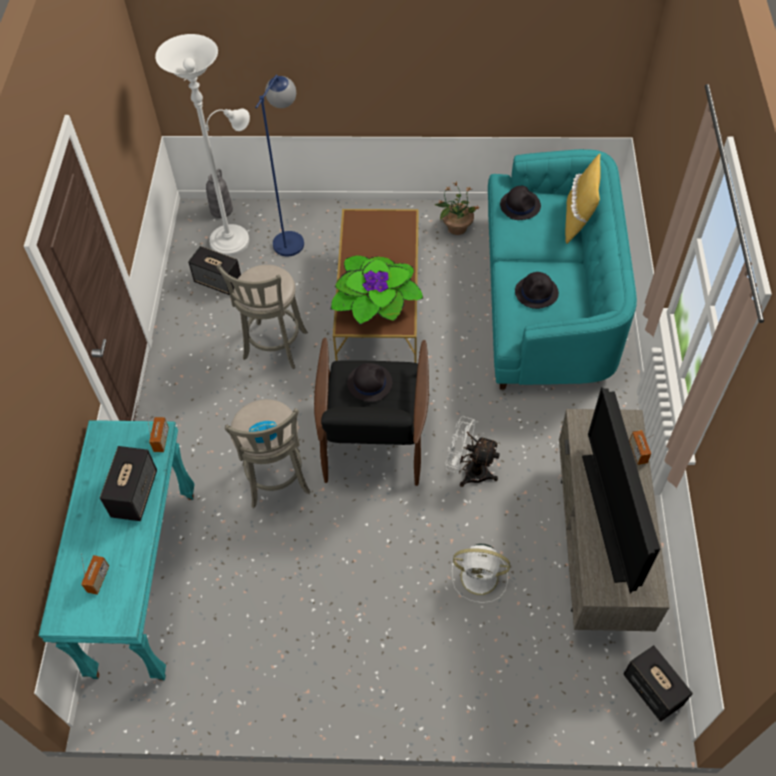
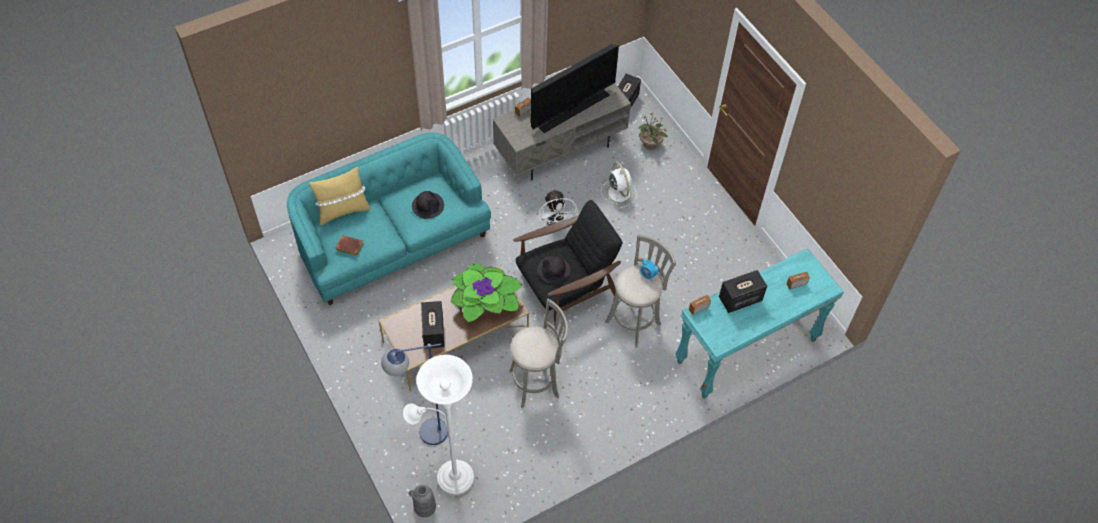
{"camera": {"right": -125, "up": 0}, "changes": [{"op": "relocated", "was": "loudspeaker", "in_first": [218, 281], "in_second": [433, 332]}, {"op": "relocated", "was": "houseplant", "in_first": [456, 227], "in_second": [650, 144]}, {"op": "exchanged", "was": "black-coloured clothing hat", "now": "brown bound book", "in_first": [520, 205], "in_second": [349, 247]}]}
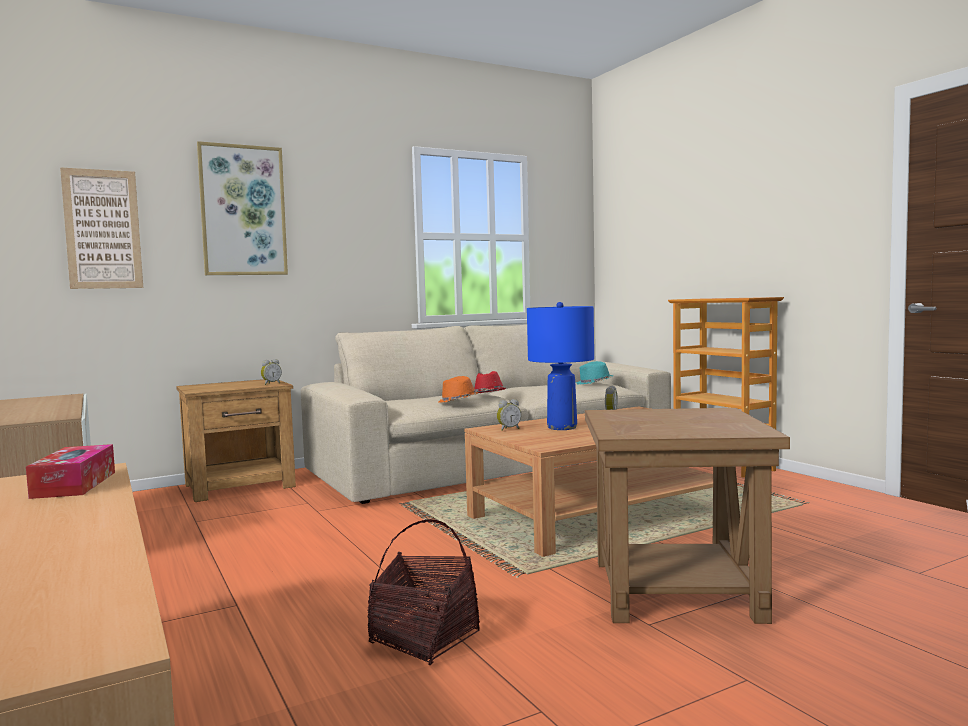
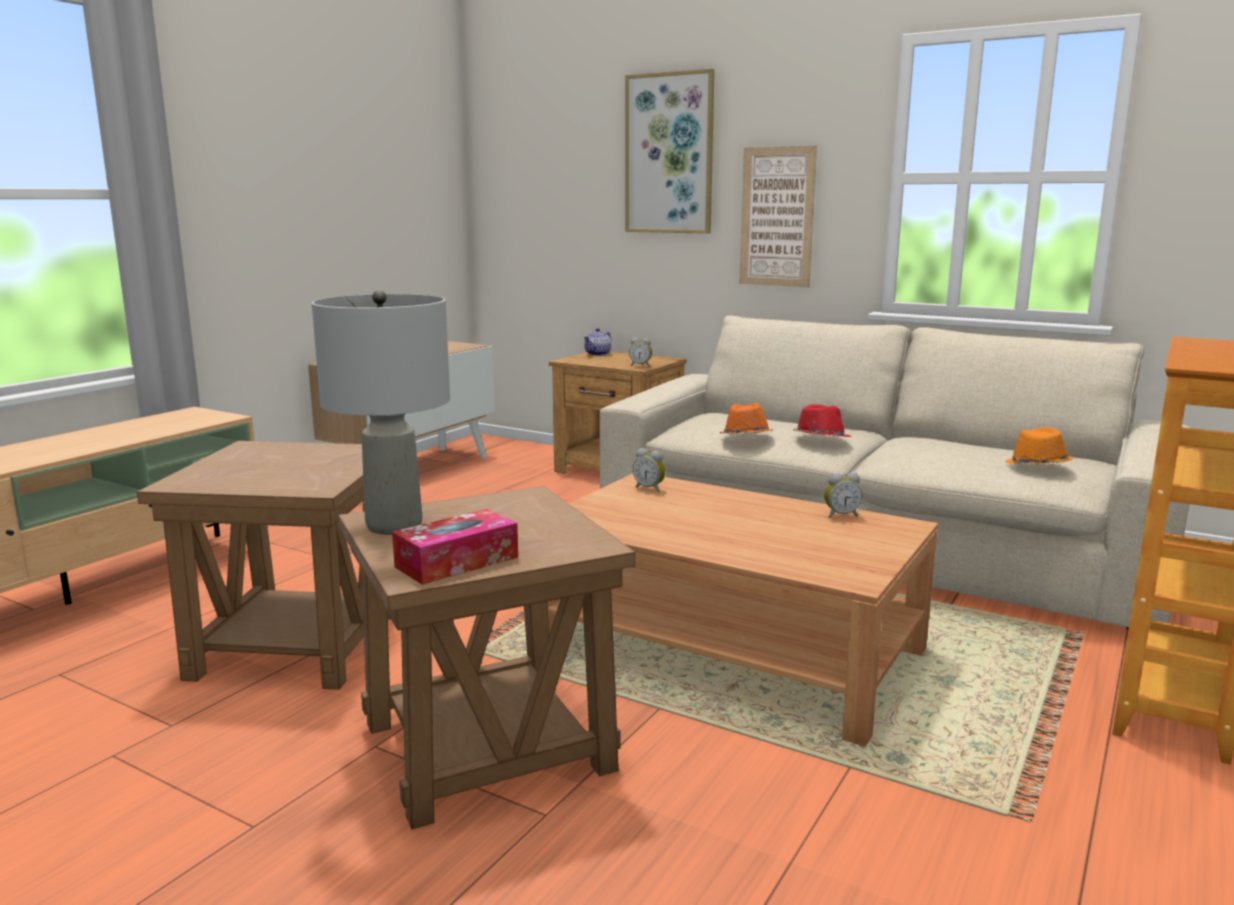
{"camera": {"right": 60, "up": 10}, "changes": [{"op": "relocated", "was": "tissue holder", "in_first": [74, 484], "in_second": [457, 562]}, {"op": "relocated", "was": "picture", "in_first": [103, 229], "in_second": [777, 217]}, {"op": "exchanged", "was": "basket", "now": "brown accent table", "in_first": [424, 638], "in_second": [297, 643]}, {"op": "missing", "was": "bluish table lamp", "in_first": [562, 427]}, {"op": "colour", "was": "turquoise-coloured clothing hat", "now": "orangey clothing hat", "in_first": [594, 383], "in_second": [1037, 467]}, {"op": "appeared", "now": "gray table lamp", "in_second": [394, 525]}, {"op": "appeared", "now": "pot for tea", "in_second": [598, 354]}]}
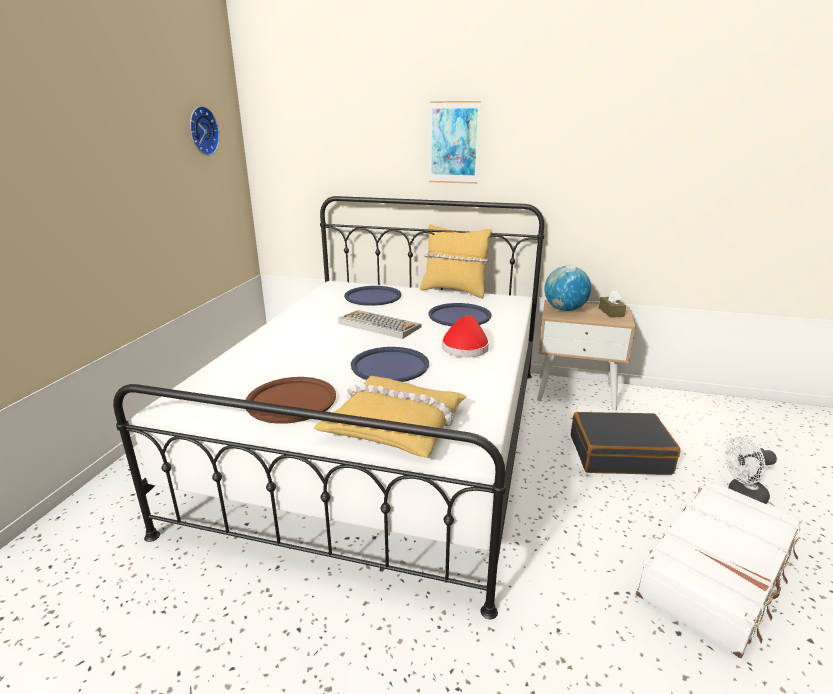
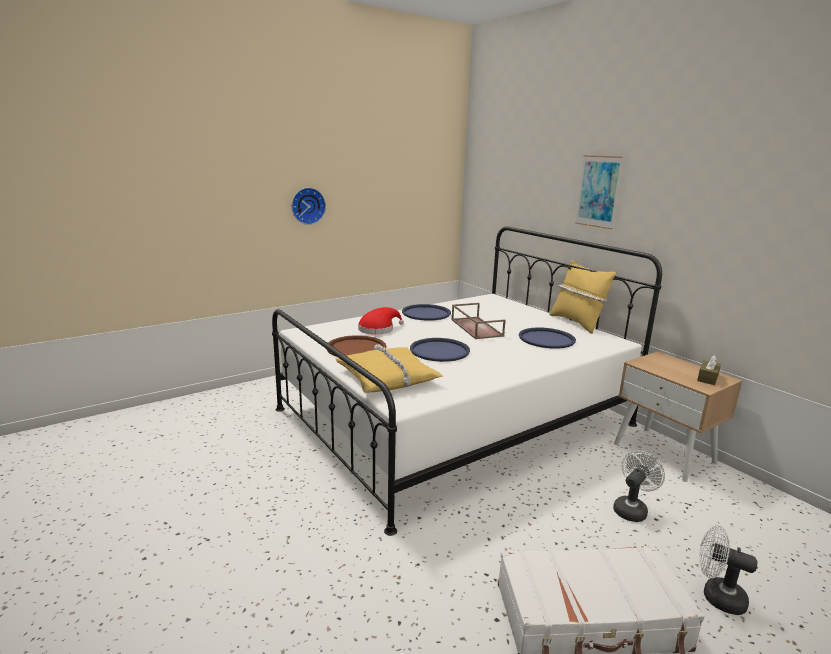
{"camera": {"right": 40, "up": -5}, "changes": [{"op": "relocated", "was": "clock on the wall", "in_first": [201, 131], "in_second": [307, 206]}, {"op": "exchanged", "was": "computer keyboard", "now": "brown tray", "in_first": [378, 325], "in_second": [475, 327]}, {"op": "relocated", "was": "bluish tray", "in_first": [373, 297], "in_second": [426, 313]}, {"op": "relocated", "was": "reddish clothing hat", "in_first": [465, 347], "in_second": [378, 329]}, {"op": "missing", "was": "globe", "in_first": [564, 309]}, {"op": "exchanged", "was": "black-coloured travel case", "now": "whitish cooling fan", "in_first": [619, 454], "in_second": [632, 509]}]}
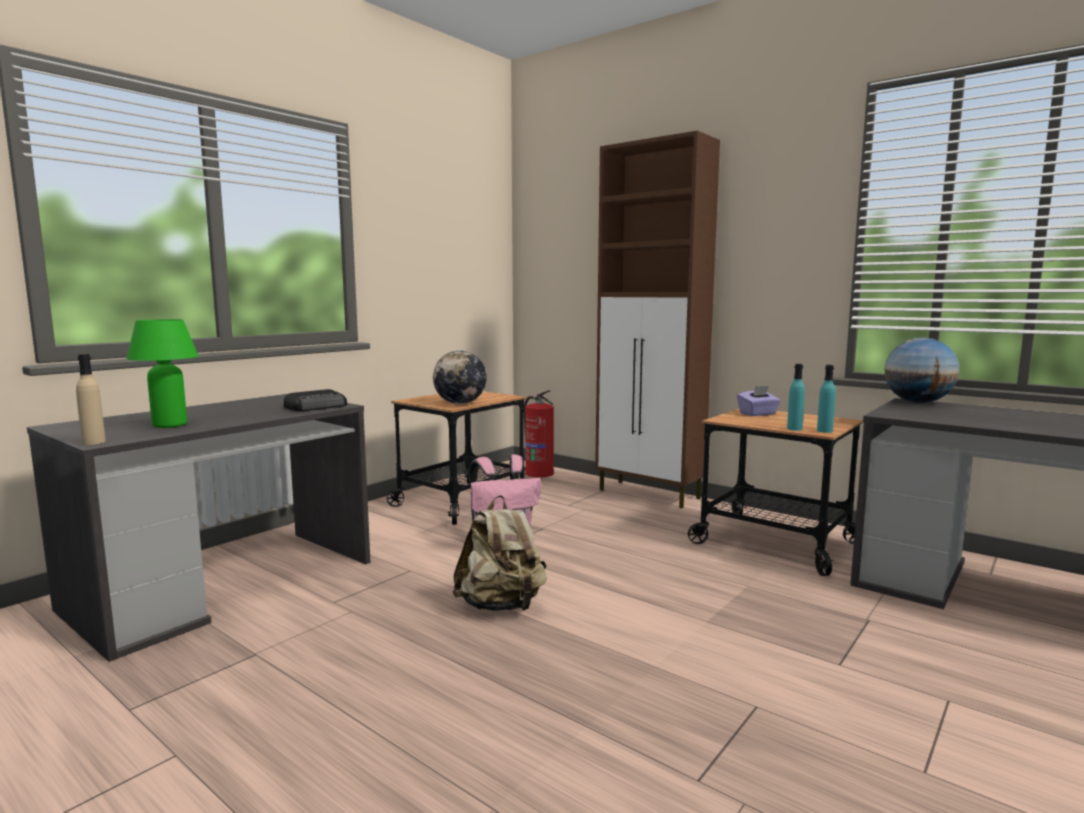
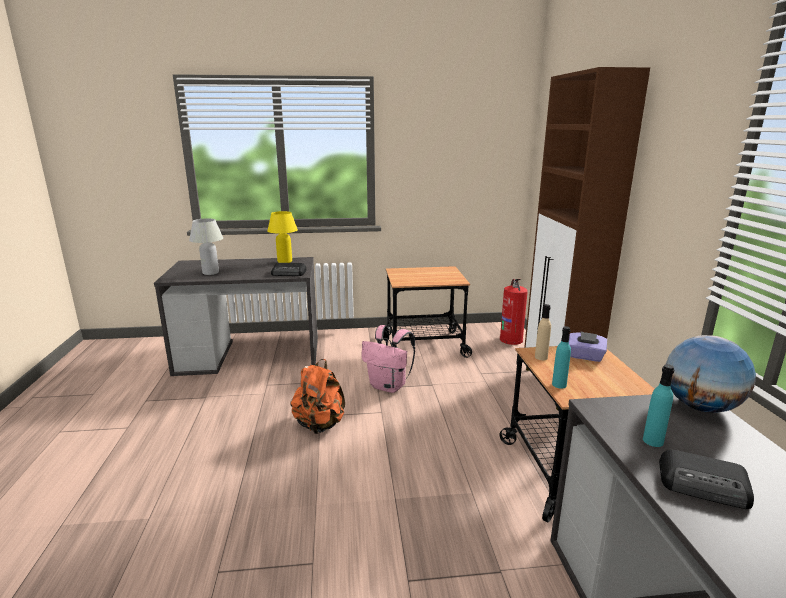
{"camera": {"right": 45, "up": 10}, "changes": [{"op": "relocated", "was": "beige-coloured drink bottle", "in_first": [93, 442], "in_second": [541, 357]}, {"op": "colour", "was": "green-coloured table lamp", "now": "whitish table lamp", "in_first": [169, 425], "in_second": [210, 273]}, {"op": "missing", "was": "globe", "in_first": [460, 403]}, {"op": "colour", "was": "beige-coloured knapsack", "now": "orangey knapsack", "in_first": [501, 606], "in_second": [320, 425]}, {"op": "relocated", "was": "turquoise-coloured drink bottle", "in_first": [824, 431], "in_second": [653, 441]}, {"op": "appeared", "now": "yellow-coloured table lamp", "in_second": [285, 262]}, {"op": "appeared", "now": "radio", "in_second": [705, 485]}]}
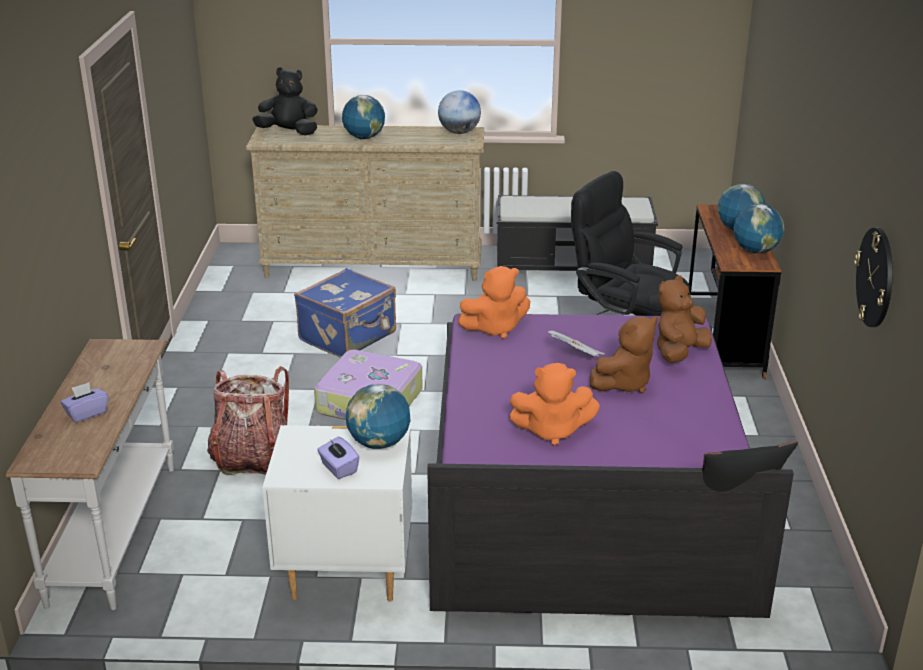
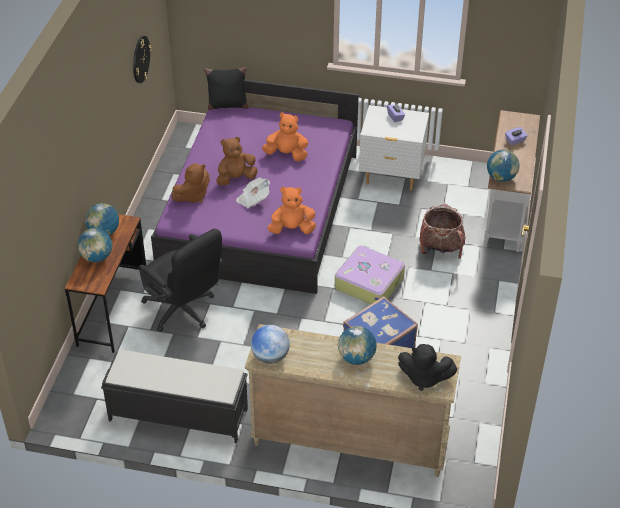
{"camera": {"right": -170, "up": 15}, "changes": [{"op": "relocated", "was": "globe", "in_first": [379, 443], "in_second": [501, 178]}]}
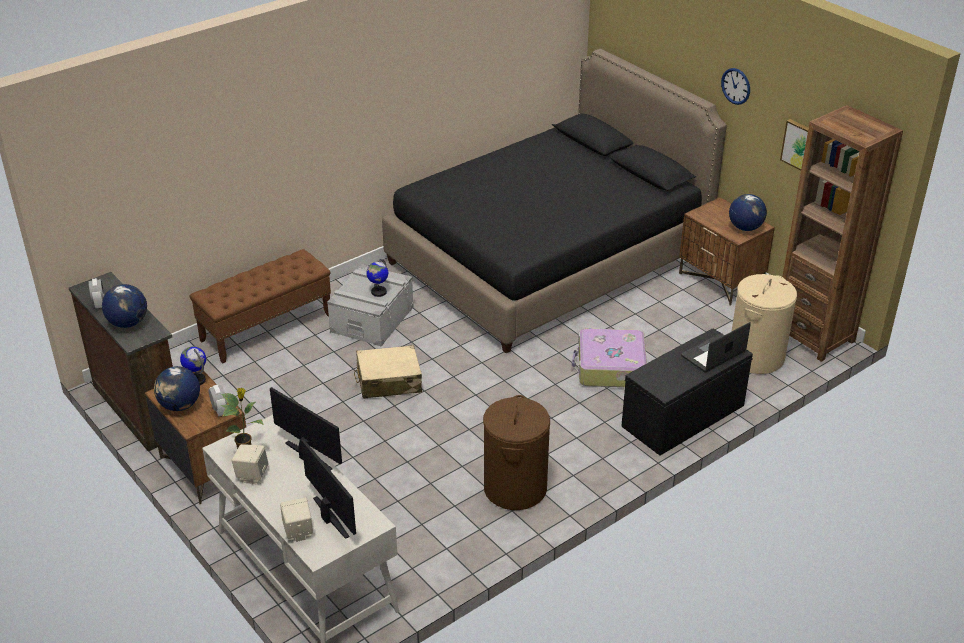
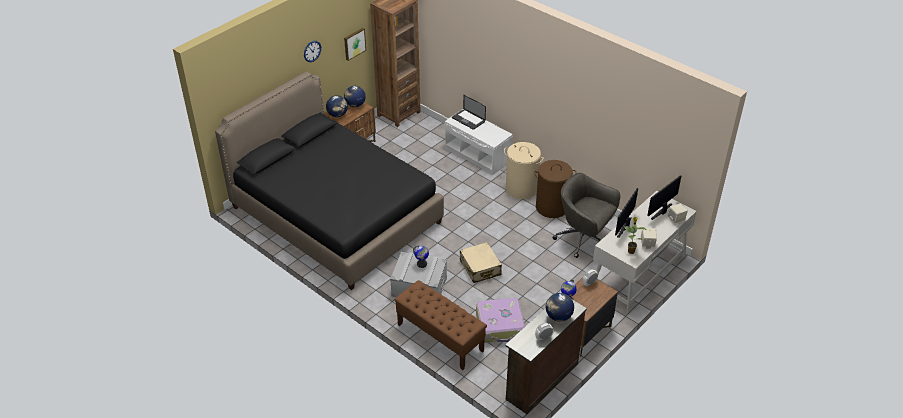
{"camera": {"right": -100, "up": 5}, "changes": [{"op": "relocated", "was": "globe", "in_first": [180, 405], "in_second": [337, 115]}, {"op": "relocated", "was": "travel case", "in_first": [610, 368], "in_second": [500, 326]}, {"op": "colour", "was": "black-coloured long seat", "now": "whitish long seat", "in_first": [683, 417], "in_second": [478, 155]}, {"op": "relocated", "was": "beige-coloured hamper", "in_first": [756, 357], "in_second": [521, 189]}, {"op": "appeared", "now": "gray office chair", "in_second": [583, 239]}]}
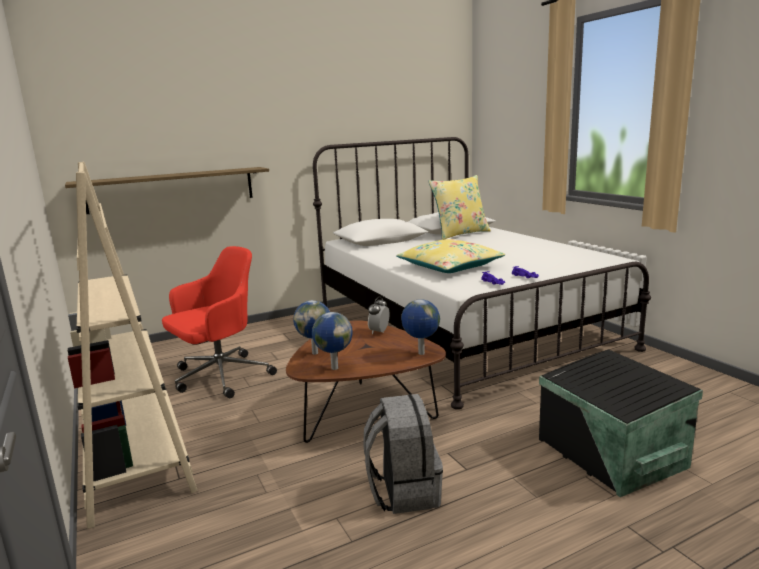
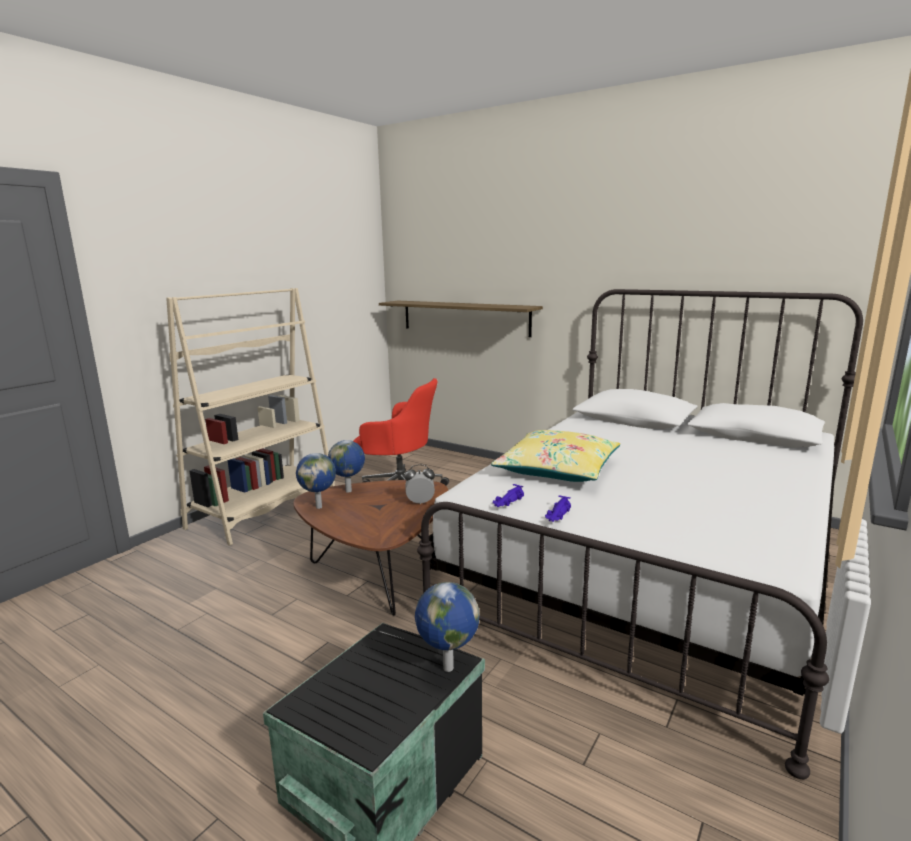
{"camera": {"right": 60, "up": 0}, "changes": [{"op": "missing", "was": "gray knapsack", "in_first": [403, 491]}, {"op": "relocated", "was": "globe", "in_first": [421, 353], "in_second": [447, 668]}, {"op": "missing", "was": "yellow-coloured throw pillow", "in_first": [460, 234]}]}
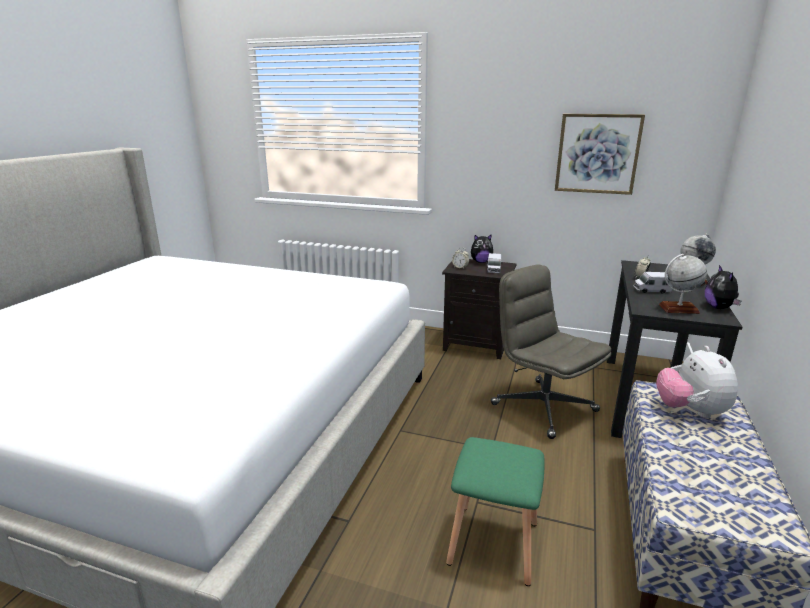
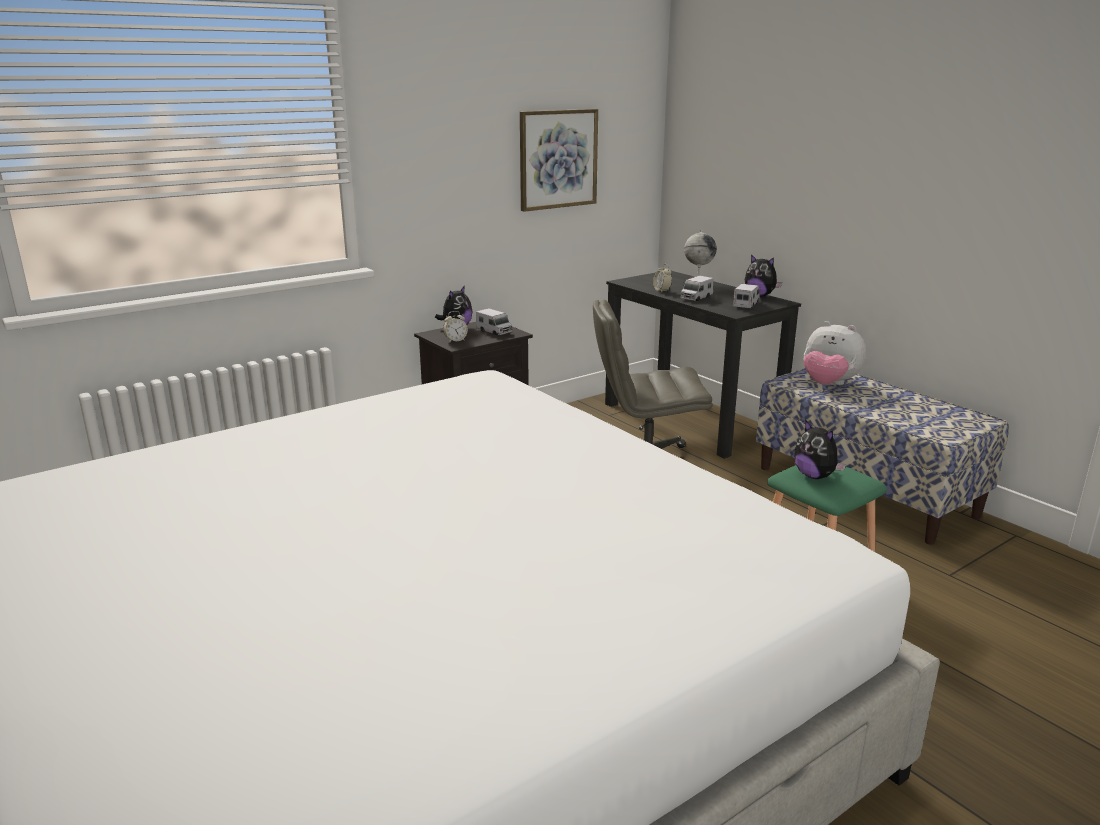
{"camera": {"right": -55, "up": 0}, "changes": [{"op": "exchanged", "was": "globe", "now": "toy truck", "in_first": [678, 309], "in_second": [746, 305]}, {"op": "appeared", "now": "cuddly toy", "in_second": [815, 476]}]}
